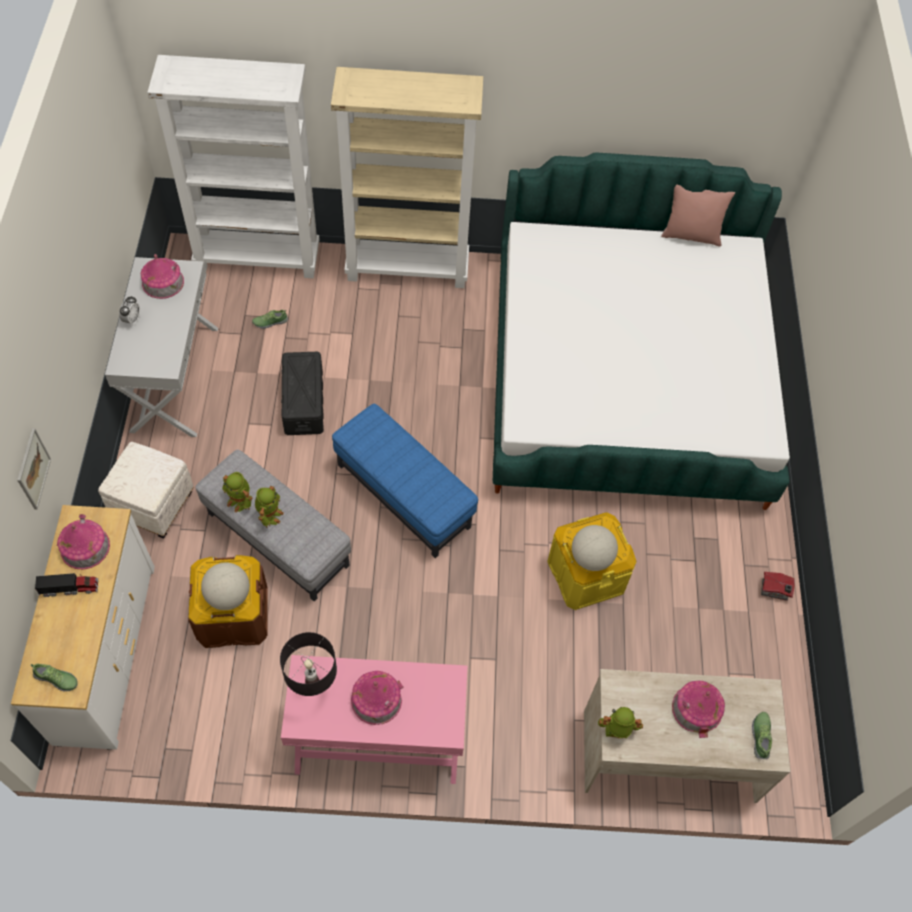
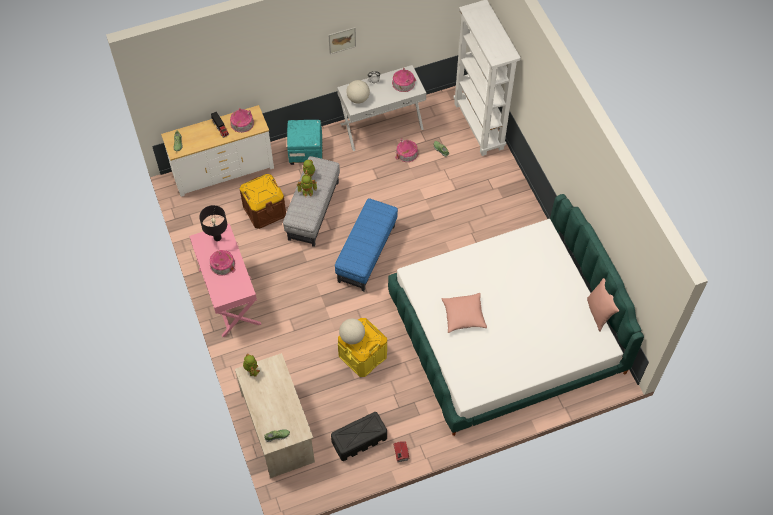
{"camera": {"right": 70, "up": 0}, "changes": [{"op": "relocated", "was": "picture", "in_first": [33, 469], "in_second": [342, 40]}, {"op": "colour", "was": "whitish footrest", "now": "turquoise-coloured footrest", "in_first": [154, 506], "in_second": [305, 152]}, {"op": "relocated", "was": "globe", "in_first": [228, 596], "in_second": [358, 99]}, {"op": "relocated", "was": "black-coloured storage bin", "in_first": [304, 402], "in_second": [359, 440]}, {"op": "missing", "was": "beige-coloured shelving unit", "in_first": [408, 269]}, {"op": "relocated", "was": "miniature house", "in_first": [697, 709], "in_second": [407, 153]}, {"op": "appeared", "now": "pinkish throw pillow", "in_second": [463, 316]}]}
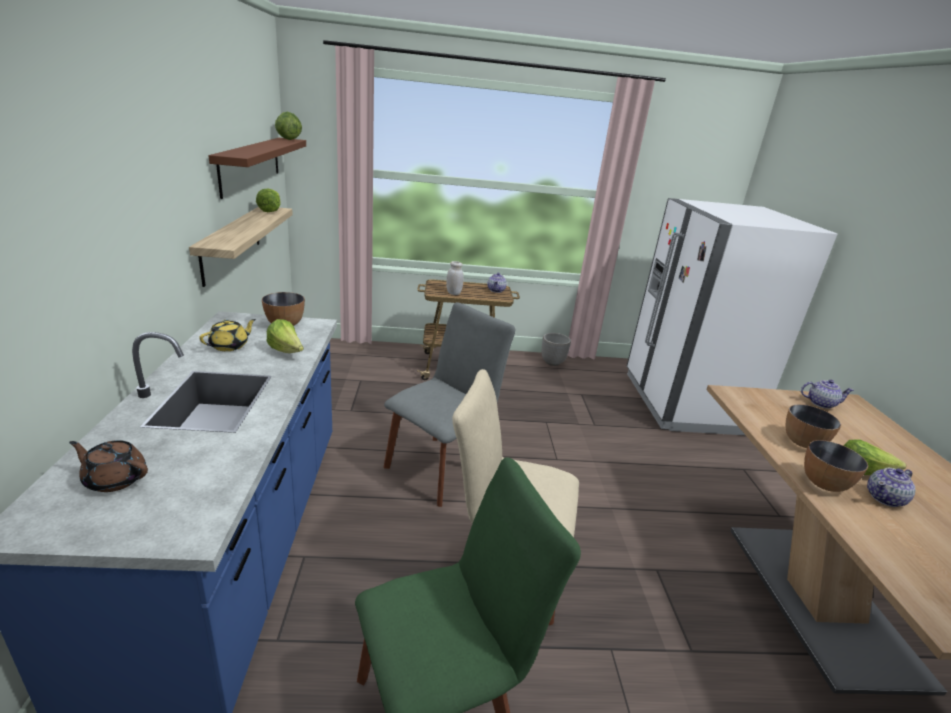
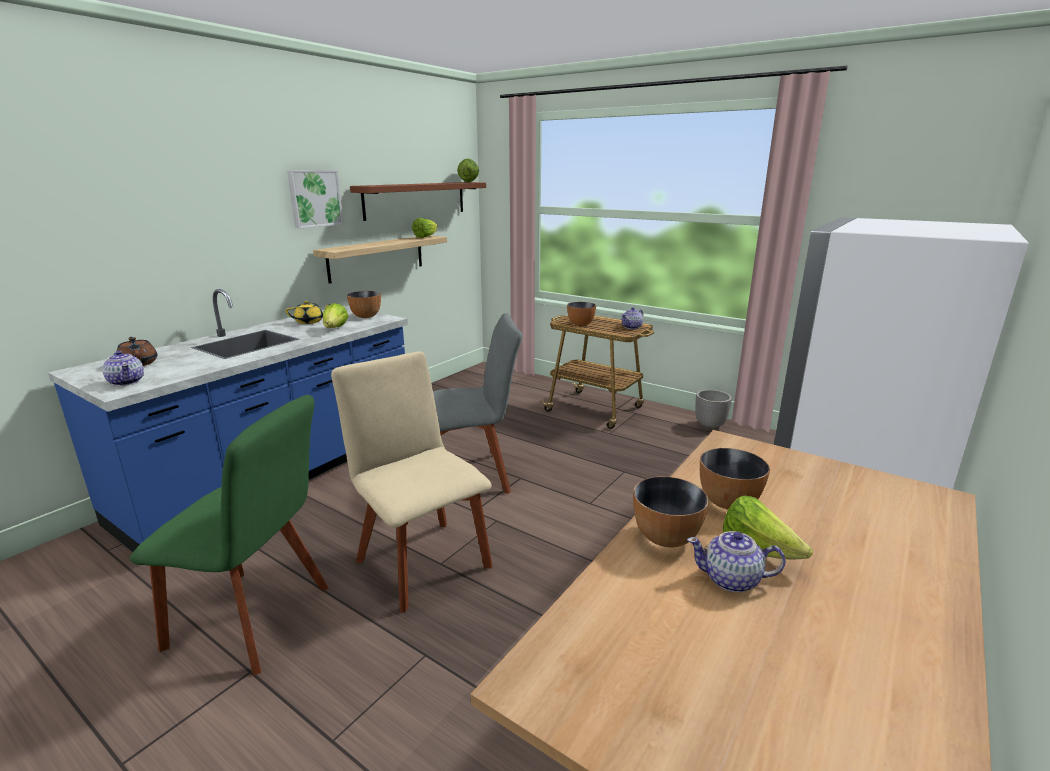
{"camera": {"right": 40, "up": -5}, "changes": [{"op": "exchanged", "was": "whitish jar", "now": "bowl", "in_first": [453, 293], "in_second": [581, 324]}, {"op": "relocated", "was": "pot for tea", "in_first": [820, 403], "in_second": [127, 382]}, {"op": "appeared", "now": "picture", "in_second": [314, 198]}]}
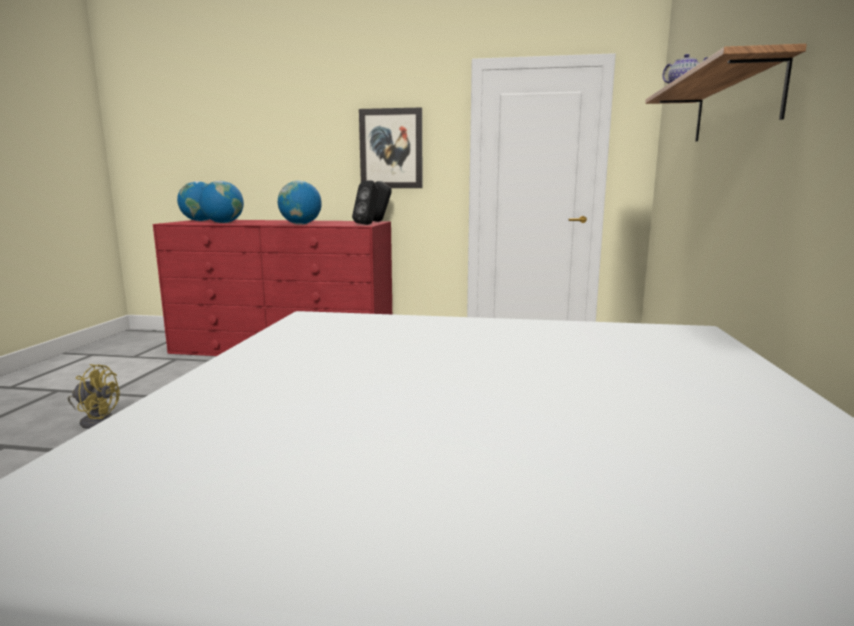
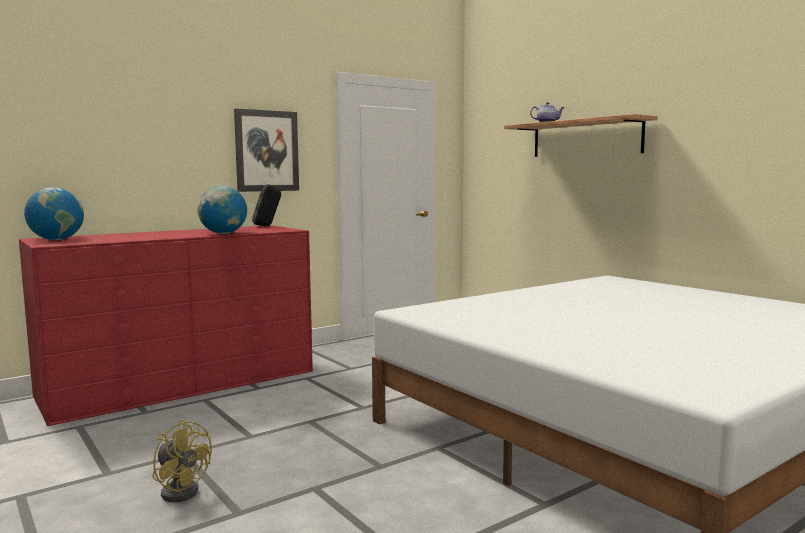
{"camera": {"right": -45, "up": -5}, "changes": [{"op": "spun", "was": "yellow-coloured cooling fan", "in_first": [96, 420], "in_second": [182, 490], "clockwise": 75}, {"op": "missing", "was": "globe", "in_first": [223, 223]}, {"op": "missing", "was": "black-coloured loudspeaker", "in_first": [368, 224]}]}
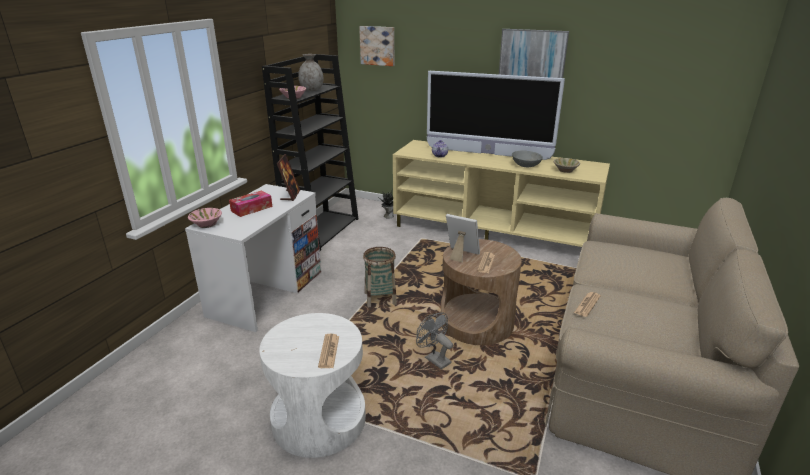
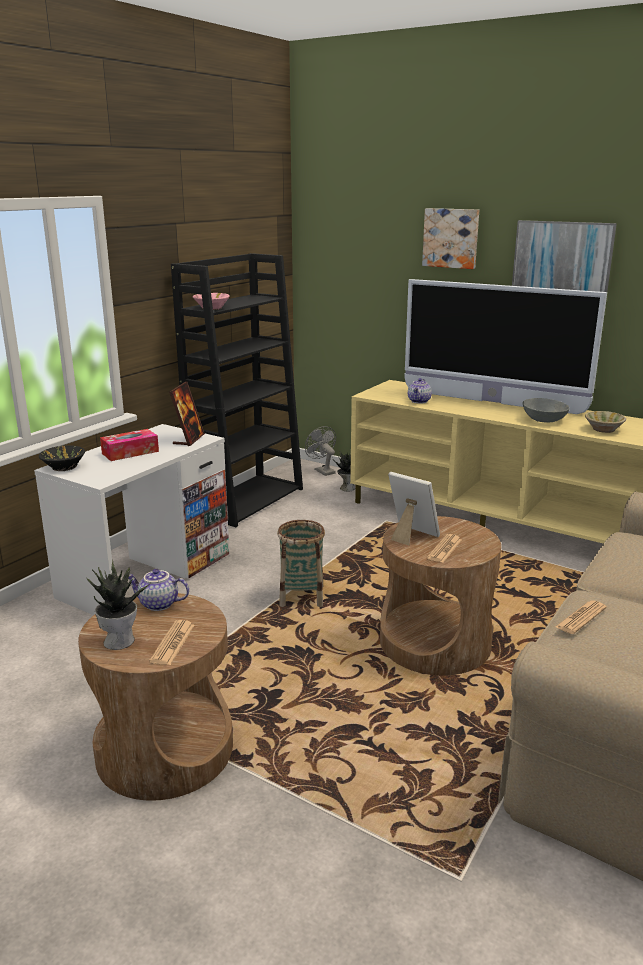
{"camera": {"right": 10, "up": -5}, "changes": [{"op": "colour", "was": "pinkish bowl", "now": "black-coloured bowl", "in_first": [206, 224], "in_second": [63, 467]}, {"op": "colour", "was": "whitish accent table", "now": "brown accent table", "in_first": [319, 419], "in_second": [165, 749]}, {"op": "missing", "was": "gray vase", "in_first": [311, 90]}, {"op": "relocated", "was": "picture", "in_first": [378, 45], "in_second": [451, 238]}, {"op": "relocated", "was": "gray cooling fan", "in_first": [434, 359], "in_second": [322, 471]}, {"op": "appeared", "now": "houseplant", "in_second": [120, 640]}, {"op": "appeared", "now": "pot for tea", "in_second": [158, 604]}]}
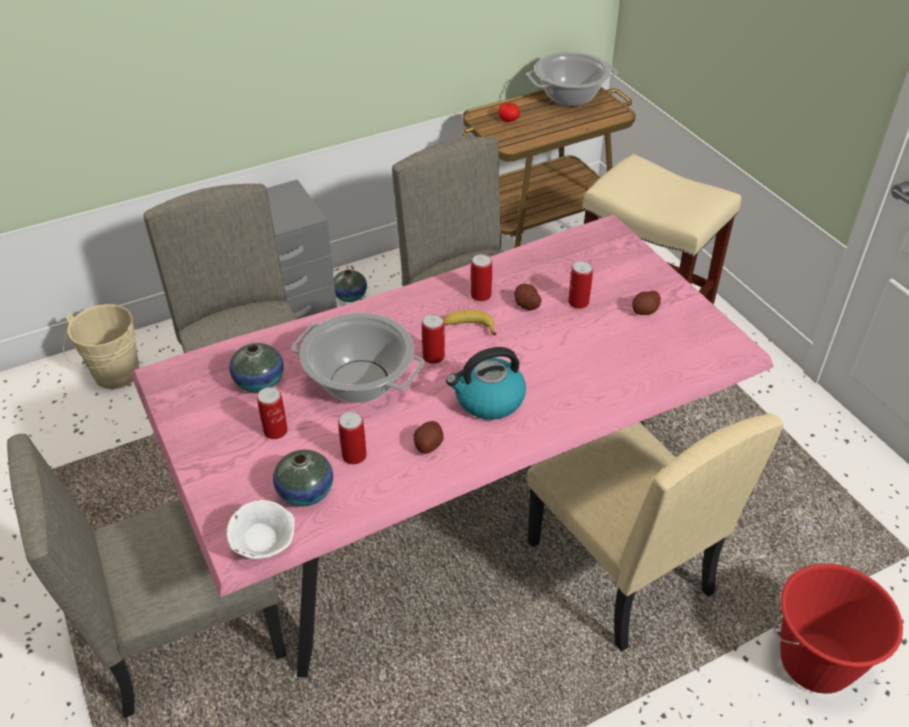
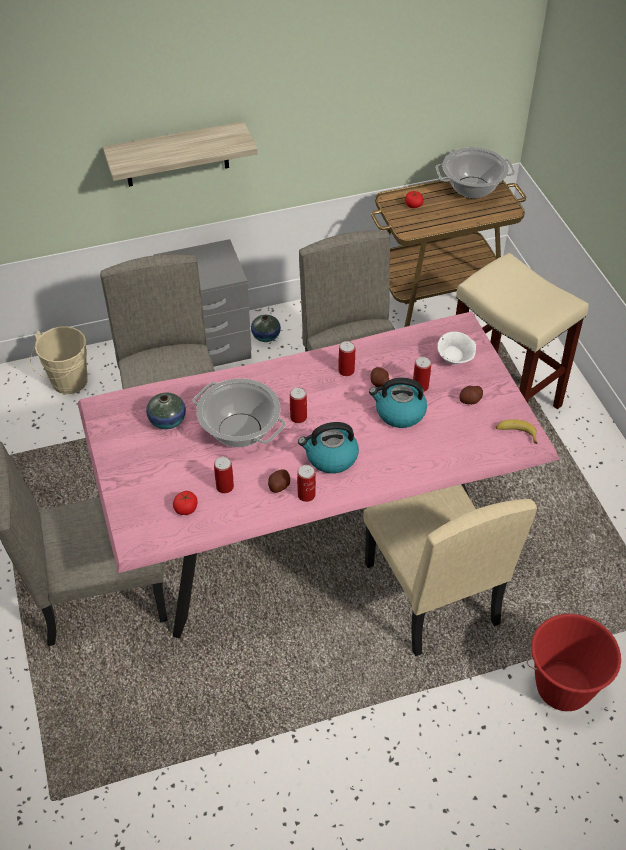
{"camera": {"right": 10, "up": 5}, "changes": [{"op": "relocated", "was": "whitish bowl", "in_first": [265, 545], "in_second": [455, 359]}, {"op": "relocated", "was": "sealed can", "in_first": [275, 431], "in_second": [306, 495]}, {"op": "exchanged", "was": "vase", "now": "tomato", "in_first": [305, 492], "in_second": [186, 508]}, {"op": "relocated", "was": "whole banana", "in_first": [469, 327], "in_second": [516, 433]}, {"op": "appeared", "now": "wall shelf", "in_second": [176, 155]}, {"op": "appeared", "now": "tea kettle", "in_second": [399, 413]}]}
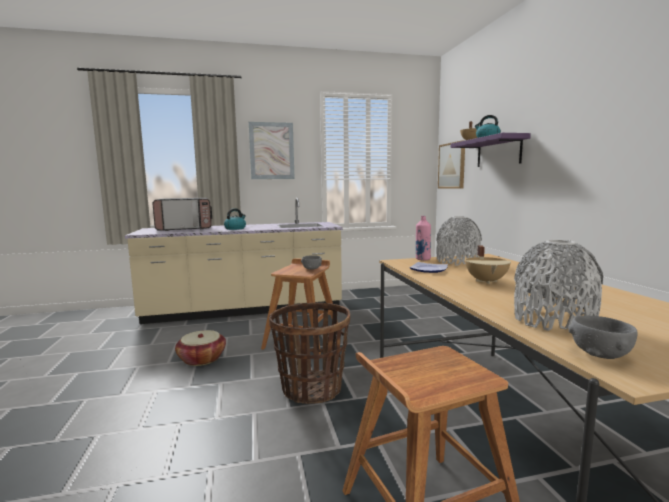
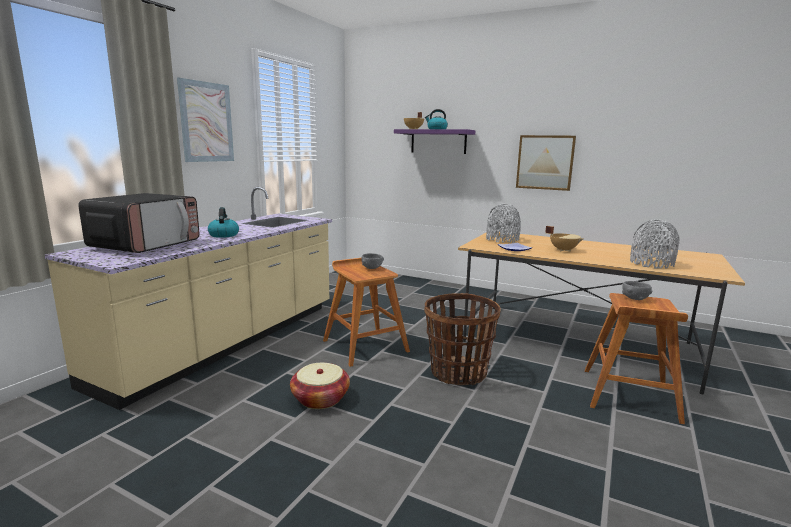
{"camera": {"right": -50, "up": 5}, "changes": [{"op": "missing", "was": "pinkish drink bottle", "in_first": [422, 259]}, {"op": "relocated", "was": "picture", "in_first": [452, 165], "in_second": [545, 162]}, {"op": "relocated", "was": "gray bowl", "in_first": [599, 354], "in_second": [634, 298]}]}
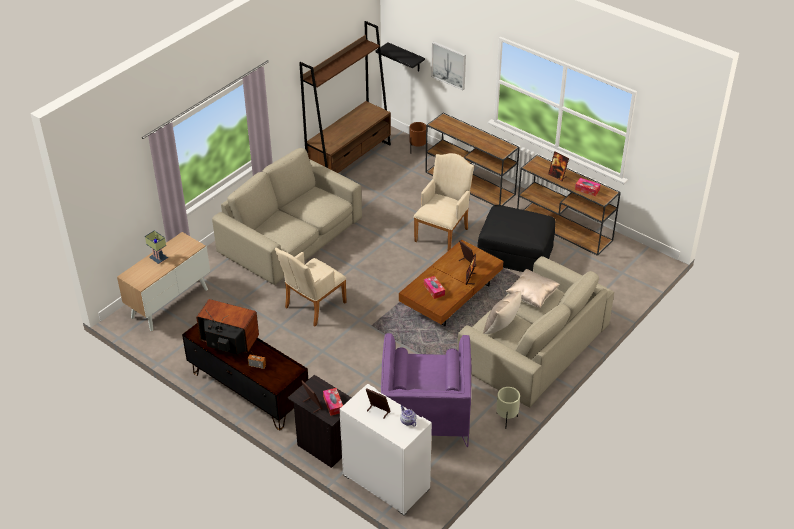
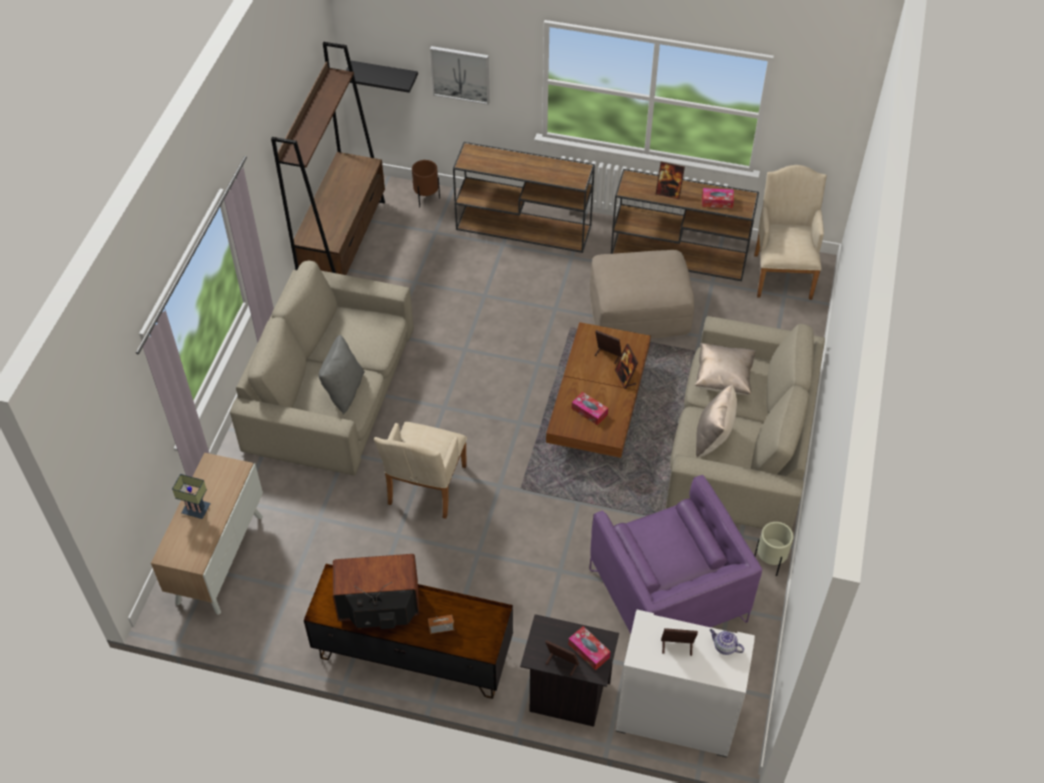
{"camera": {"right": -25, "up": 10}, "changes": [{"op": "relocated", "was": "beige-coloured lounge chair", "in_first": [443, 232], "in_second": [782, 272]}, {"op": "colour", "was": "black-coloured footrest", "now": "beige-coloured footrest", "in_first": [515, 251], "in_second": [639, 310]}, {"op": "appeared", "now": "gray throw pillow", "in_second": [344, 390]}]}
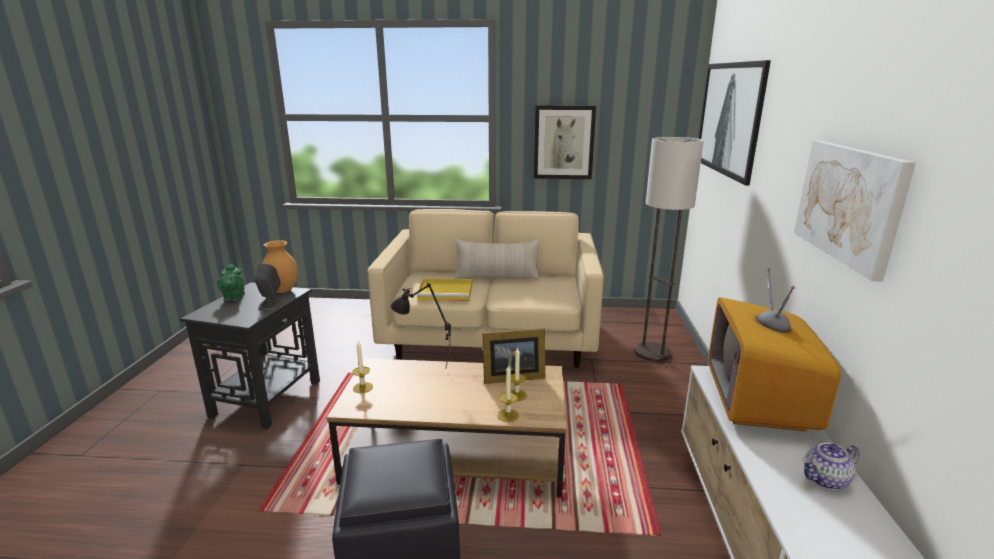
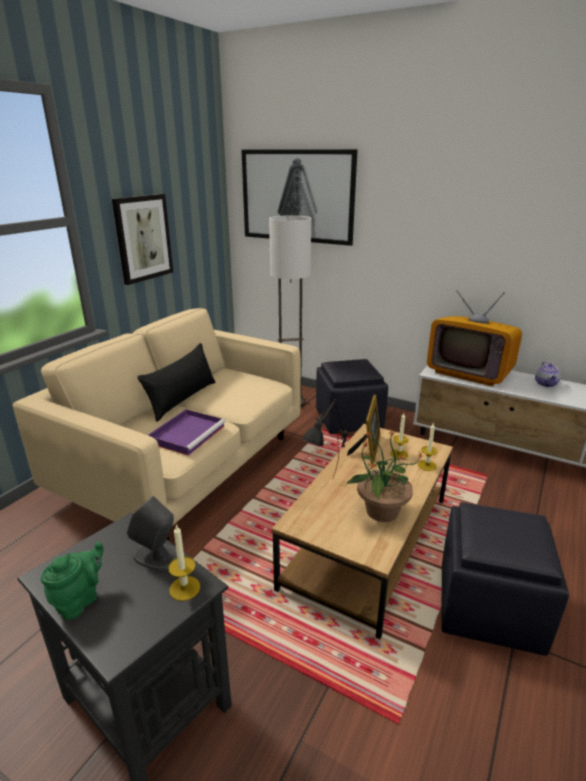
{"camera": {"right": -65, "up": 5}, "changes": [{"op": "spun", "was": "green-coloured pot for tea", "in_first": [234, 298], "in_second": [80, 600], "clockwise": -75}, {"op": "missing", "was": "brown vase", "in_first": [282, 290]}, {"op": "relocated", "was": "candle", "in_first": [363, 387], "in_second": [184, 588]}, {"op": "colour", "was": "yellow-coloured tray", "now": "purplish tray", "in_first": [447, 292], "in_second": [187, 433]}, {"op": "colour", "was": "beige-coloured throw pillow", "now": "black-coloured throw pillow", "in_first": [497, 277], "in_second": [182, 399]}, {"op": "missing", "was": "picture", "in_first": [849, 203]}, {"op": "appeared", "now": "black-coloured footrest", "in_second": [349, 419]}, {"op": "appeared", "now": "houseplant", "in_second": [381, 511]}]}
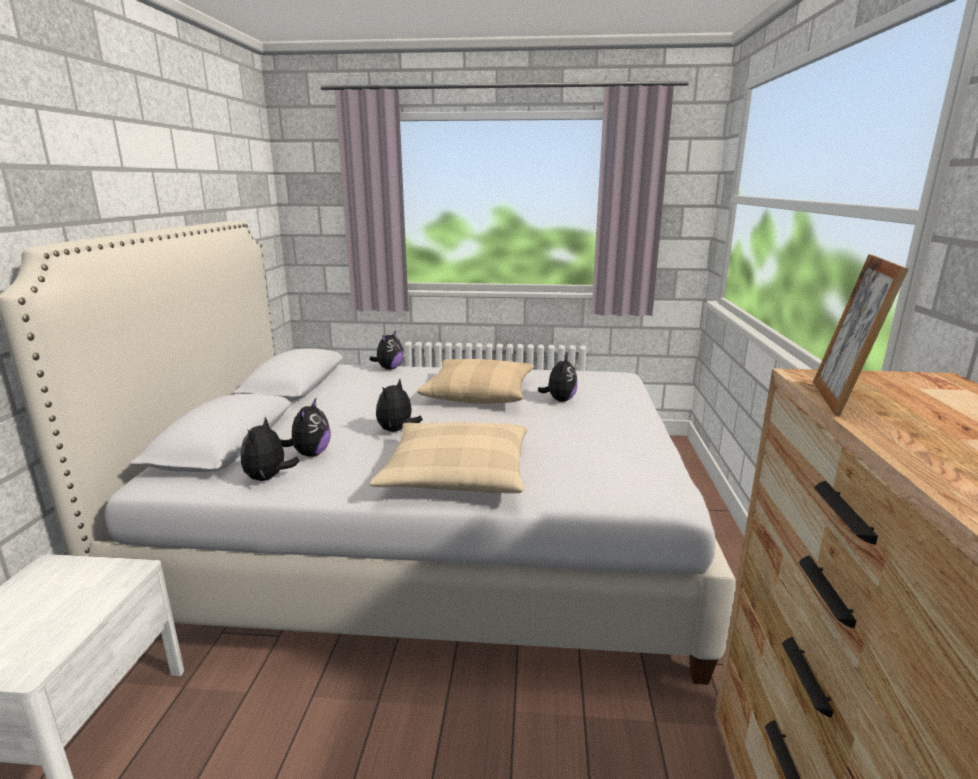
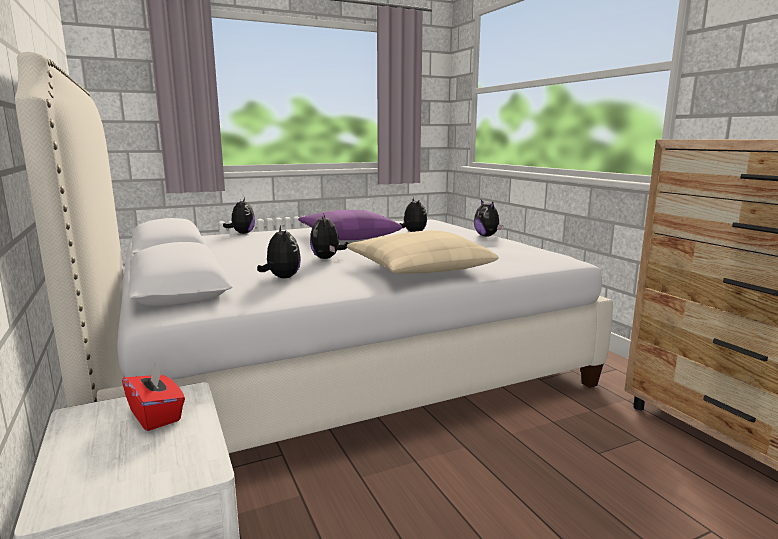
{"camera": {"right": -30, "up": -5}, "changes": [{"op": "relocated", "was": "cuddly toy", "in_first": [268, 478], "in_second": [487, 236]}, {"op": "colour", "was": "beige-coloured throw pillow", "now": "purplish throw pillow", "in_first": [479, 393], "in_second": [348, 236]}, {"op": "missing", "was": "photo frame", "in_first": [840, 399]}, {"op": "appeared", "now": "reddish tissue holder", "in_second": [156, 415]}]}
